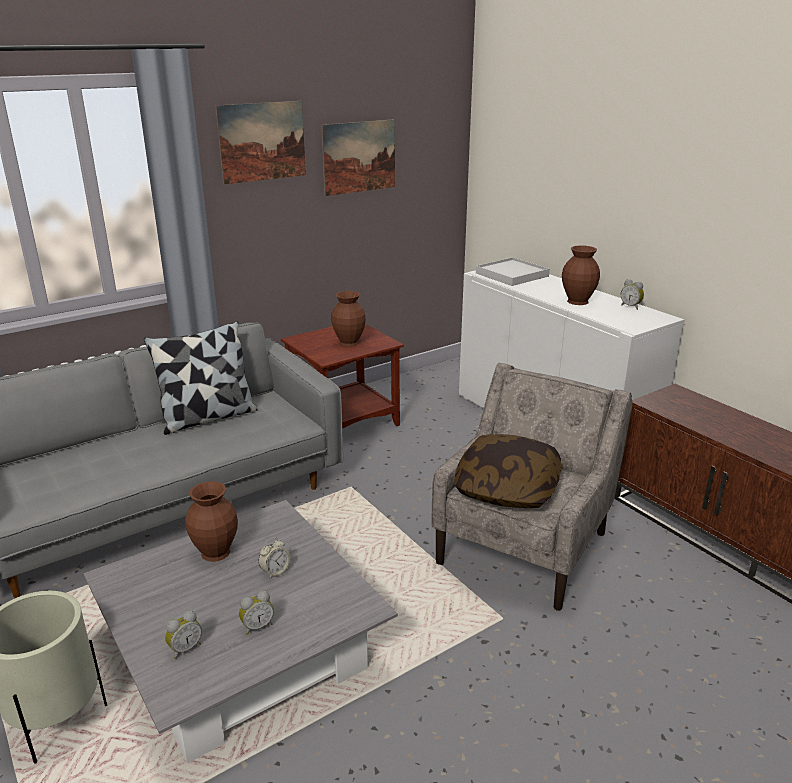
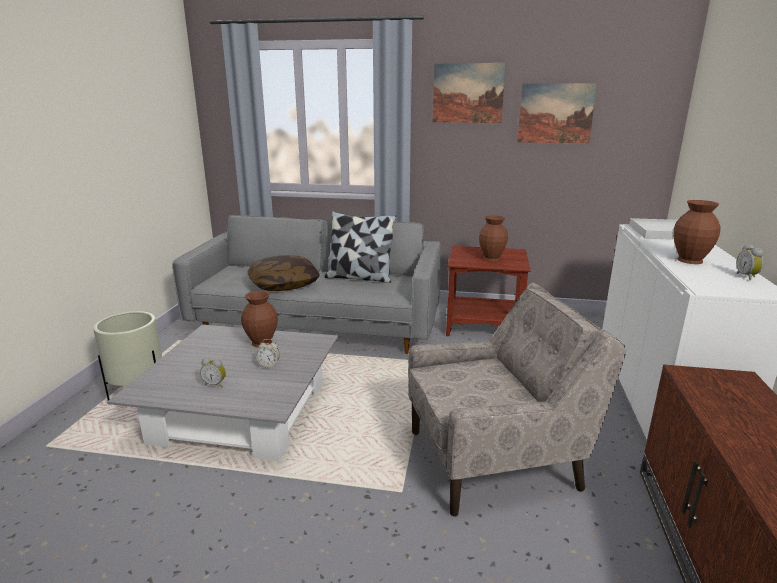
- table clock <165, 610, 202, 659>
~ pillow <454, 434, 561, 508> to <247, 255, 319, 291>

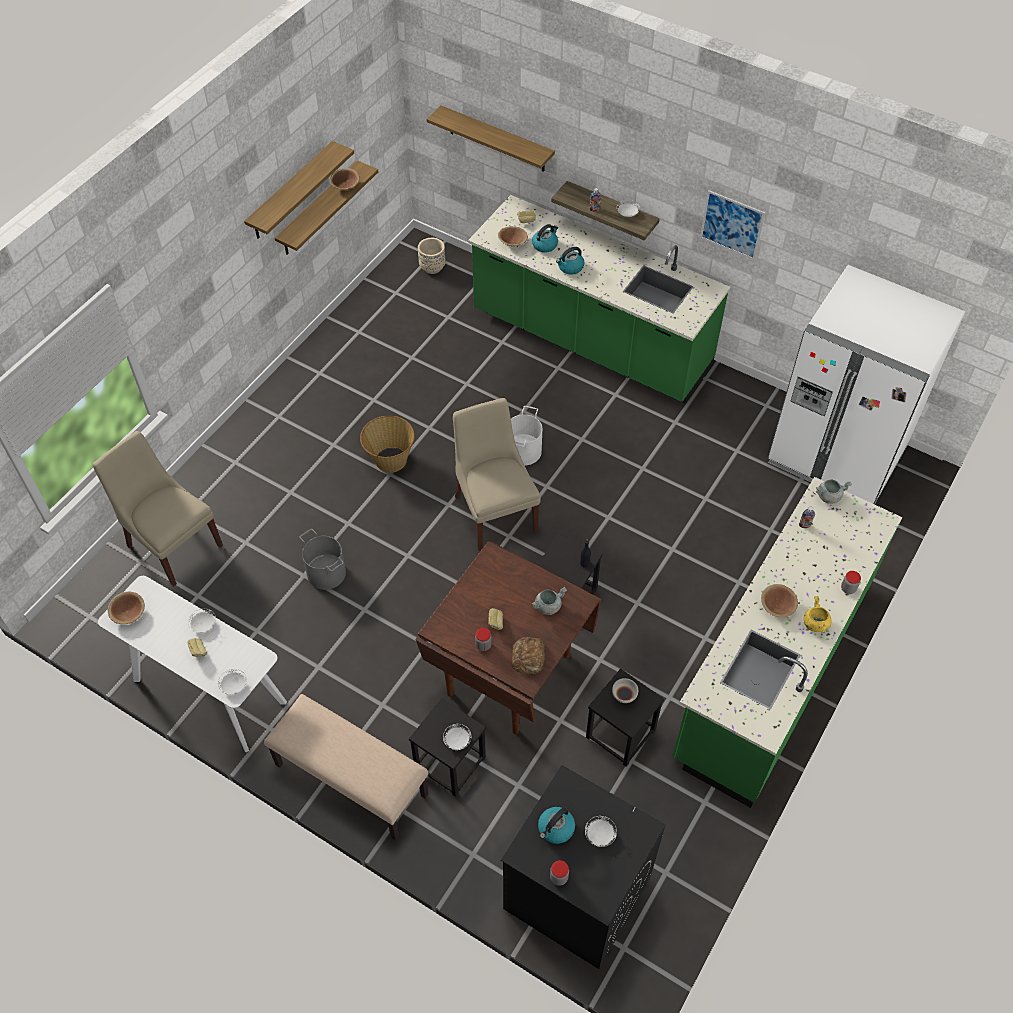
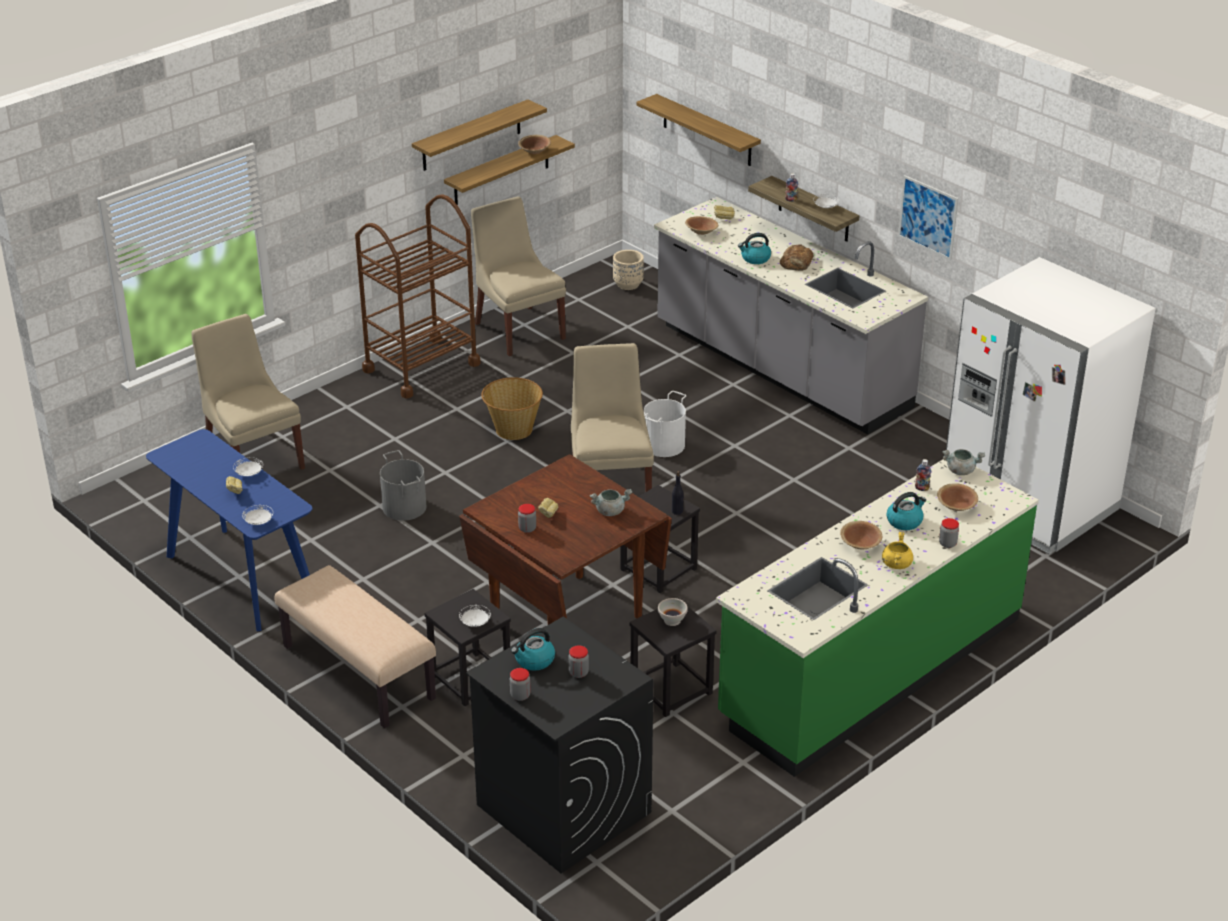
~ whitish console table <98, 576, 287, 752> to blue-coloured console table <146, 429, 312, 631>
~ brown serving bowl <108, 592, 145, 624> to <937, 483, 978, 511>
~ greenish kitchen counter <468, 195, 730, 403> to gray kitchen counter <654, 197, 928, 434>
~ baked bread <511, 637, 545, 674> to <780, 244, 813, 271>
~ water kettle <532, 224, 558, 253> to <887, 492, 926, 530>
~ whitish dinner plate <585, 816, 617, 847> to preserve jar <569, 645, 589, 678>
+ brown cart <355, 194, 481, 399>
+ beige-coloured chair <471, 196, 566, 356>

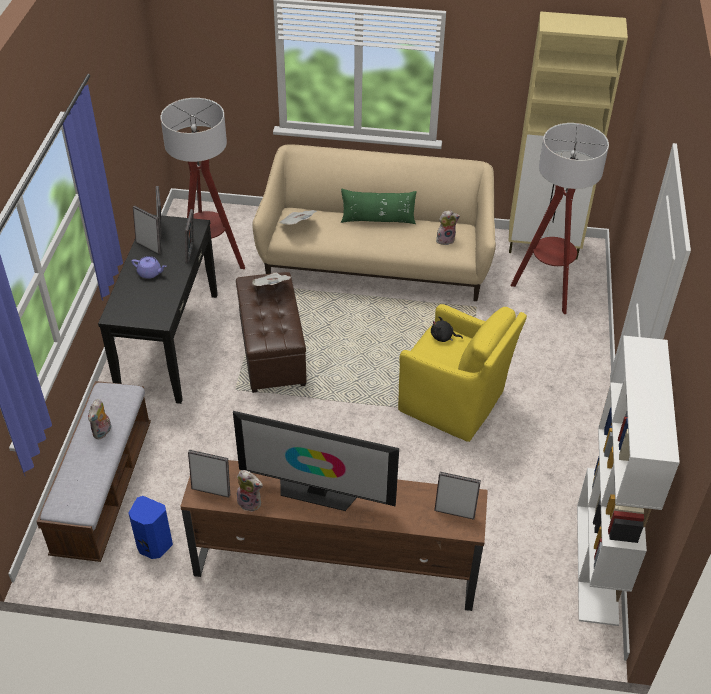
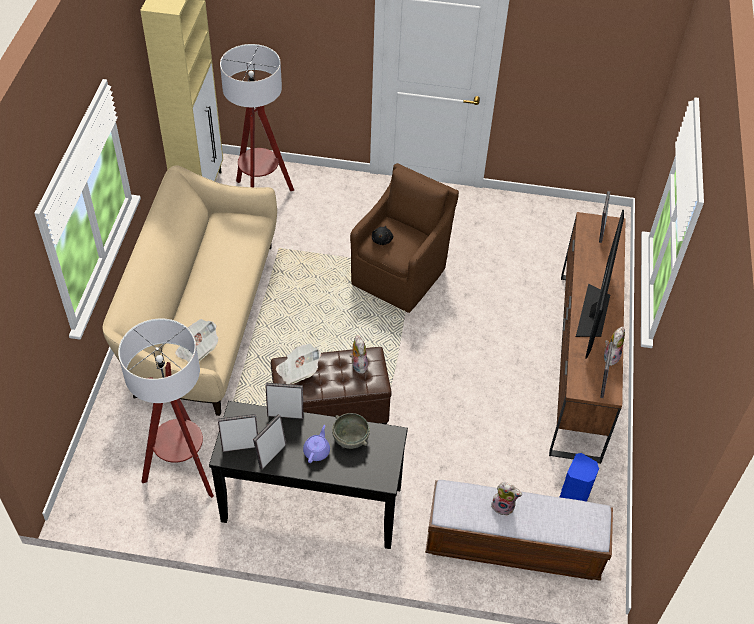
- greenish pillow <341, 188, 417, 224>
~ yellow lounge chair <398, 304, 527, 442> to brown lounge chair <350, 163, 459, 313>
~ cuddly toy <436, 210, 460, 245> to <350, 335, 368, 374>
- whitish shelving unit <577, 336, 680, 626>
+ gray serving bowl <332, 413, 370, 449>

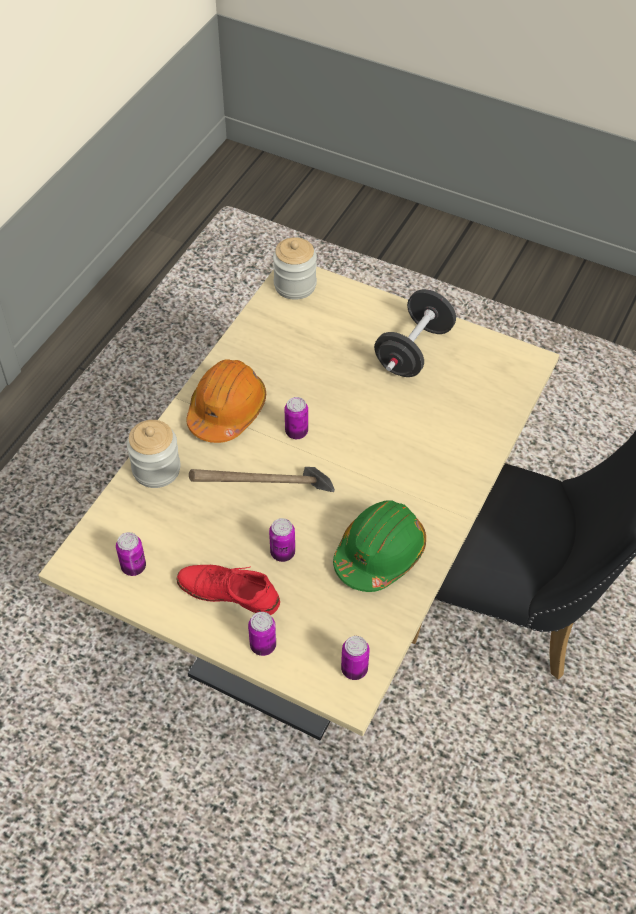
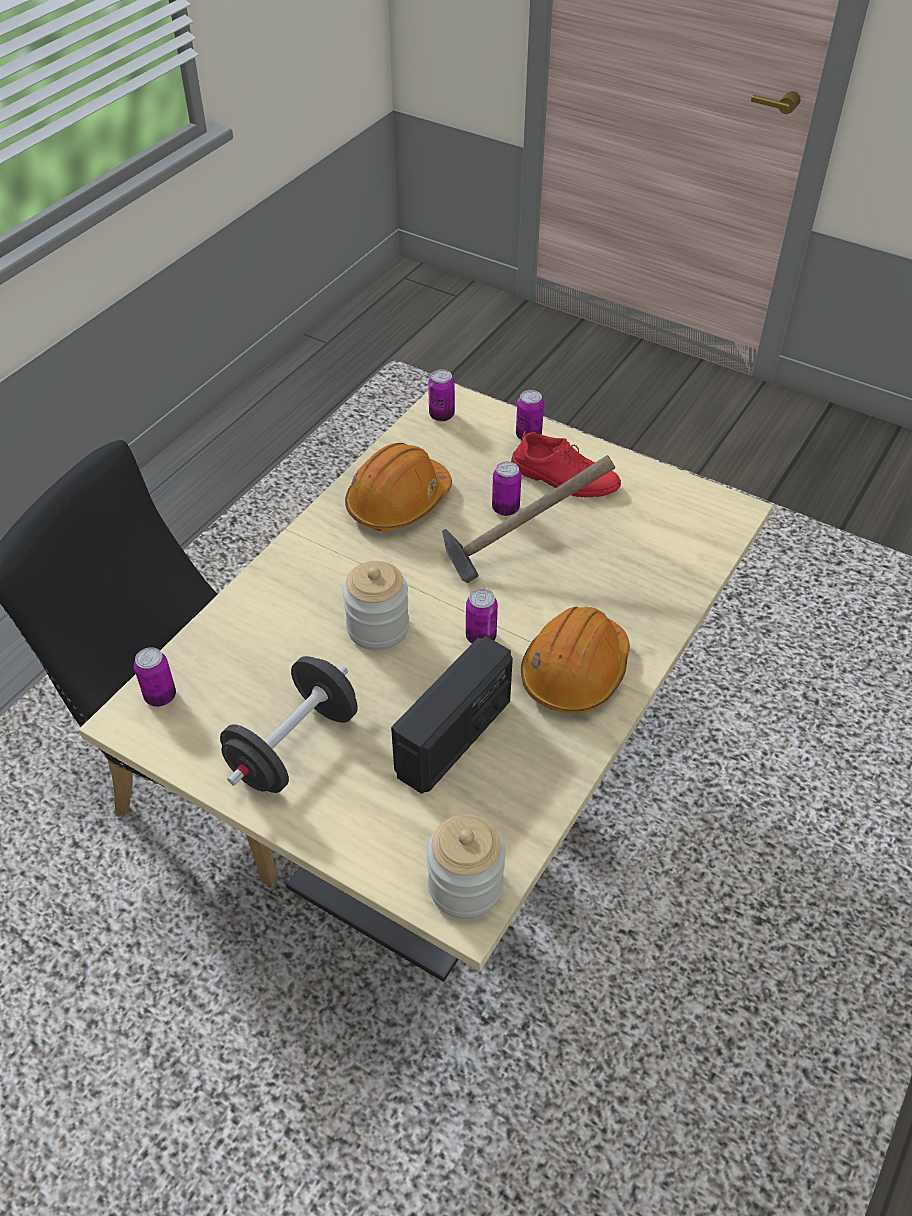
~ metal can <116, 532, 146, 576> to <134, 647, 176, 707>
~ preserve jar <126, 420, 181, 488> to <343, 561, 409, 651>
~ greenish work helmet <333, 500, 426, 592> to orange work helmet <345, 443, 452, 531>
+ radio set <391, 636, 513, 794>

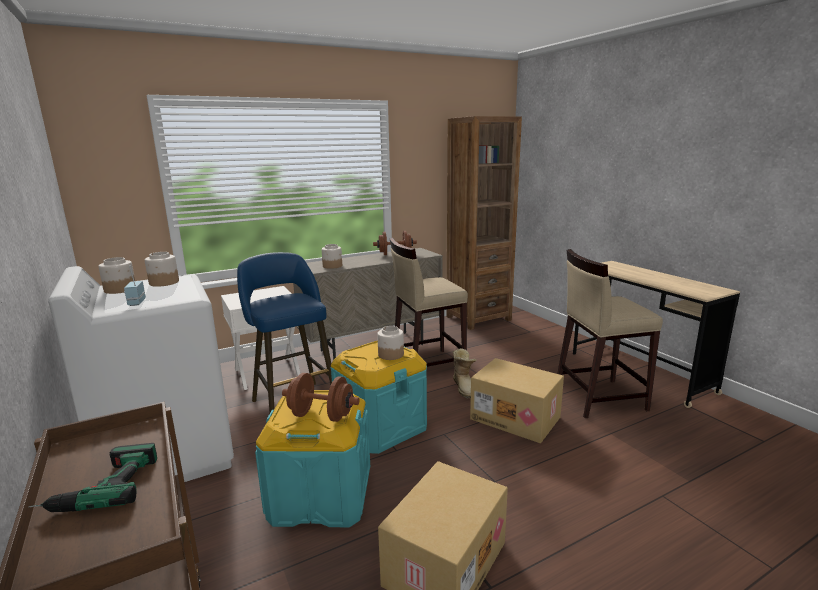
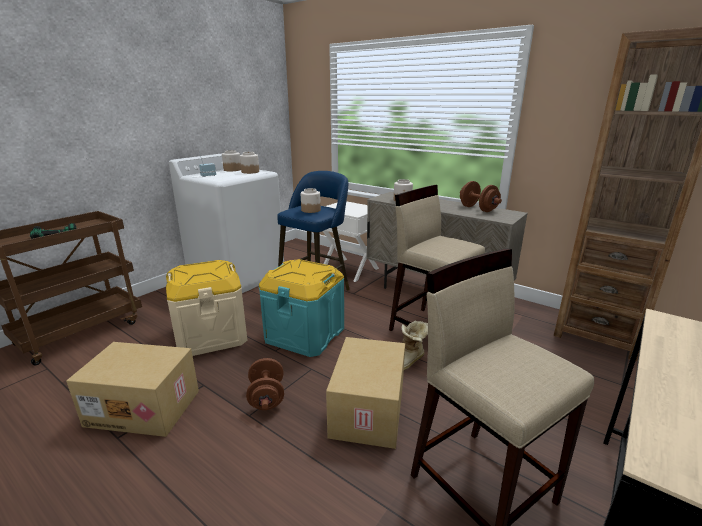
~ blue-green storage box <255, 390, 370, 527> to beige-coloured storage box <166, 260, 247, 356>
~ brown free weight <282, 373, 360, 422> to <246, 358, 284, 410>
~ preserve jar <377, 326, 404, 360> to <301, 188, 321, 213>

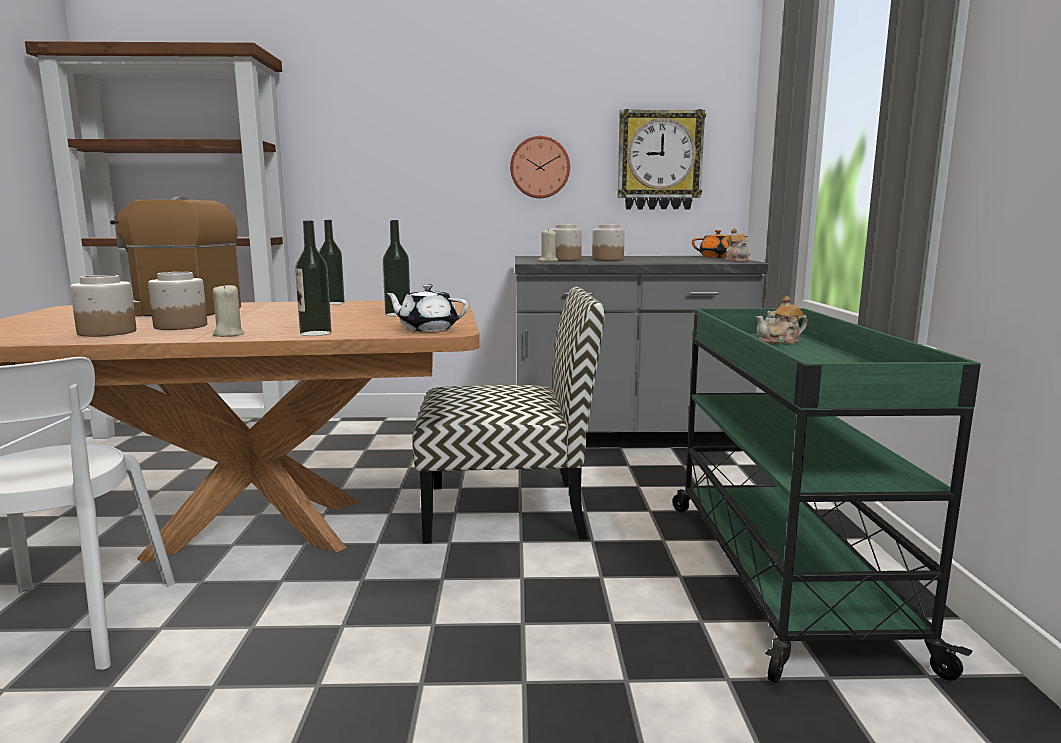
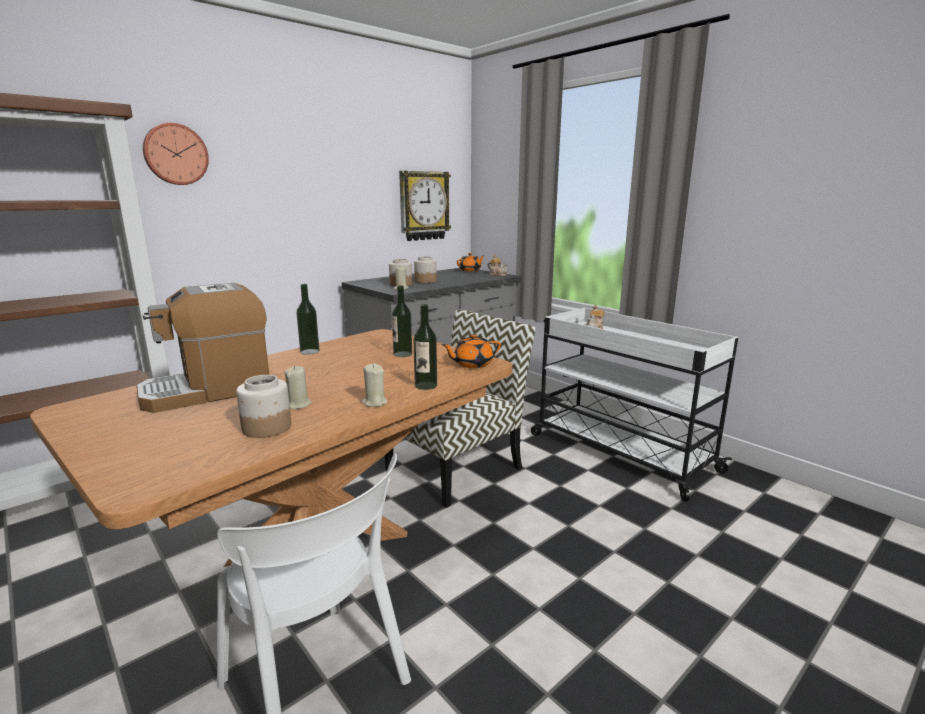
~ preserve jar <148, 272, 207, 330> to beige-coloured wax light <285, 366, 312, 409>
~ whitish pot for tea <384, 284, 468, 332> to orange pot for tea <441, 334, 501, 368>
~ wall clock <510, 136, 570, 198> to <143, 123, 209, 185>
~ greenish cart <672, 308, 981, 683> to whitish cart <531, 308, 738, 501>

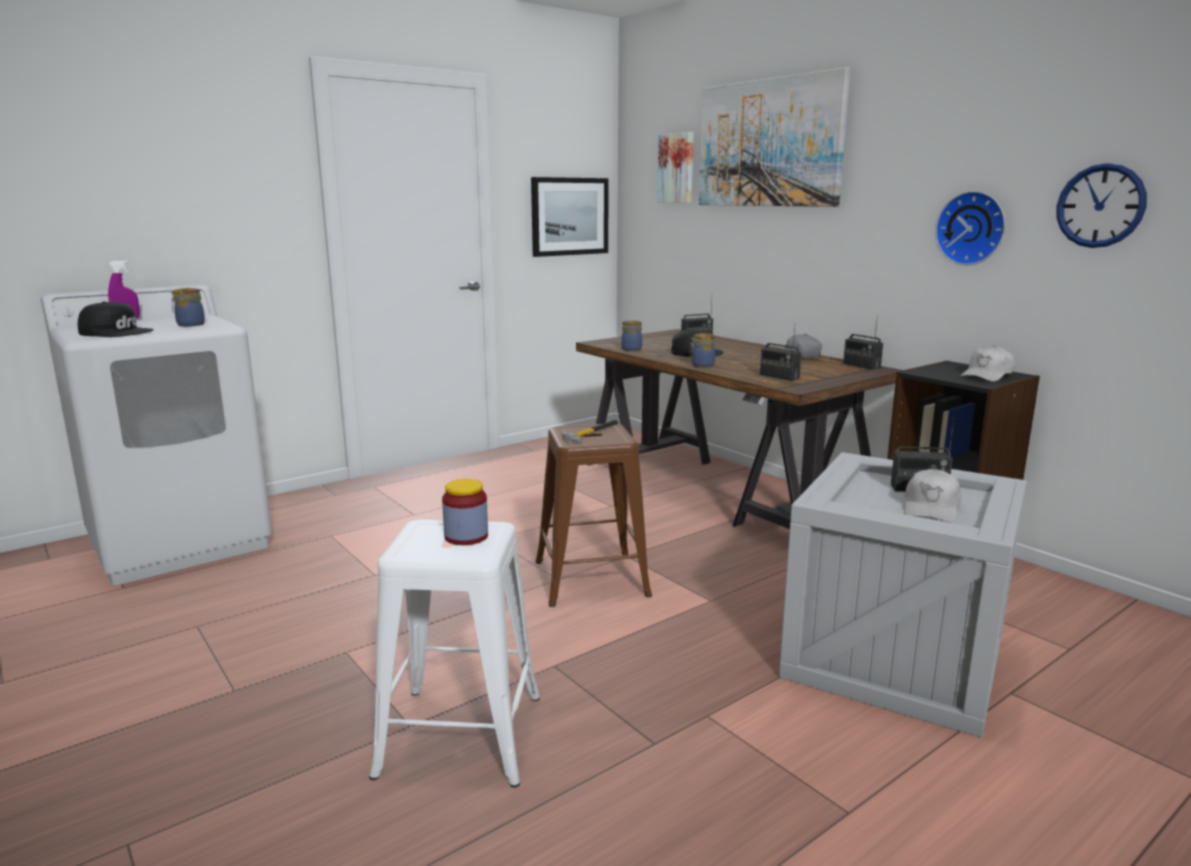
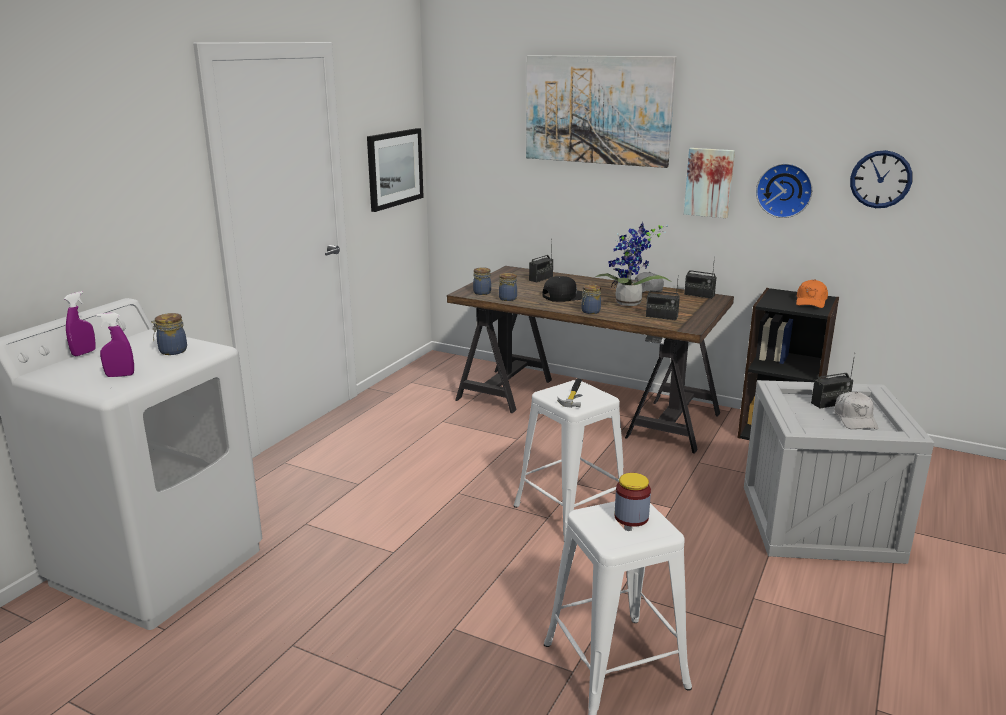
~ black-coloured cap <78, 302, 154, 337> to purplish hand sprayer <97, 313, 134, 377>
~ brown stool seat <535, 424, 652, 607> to whitish stool seat <514, 380, 624, 541>
~ picture <657, 132, 694, 203> to <684, 148, 735, 218>
~ whitish cap <960, 345, 1014, 382> to orange cap <796, 279, 828, 308>
+ preserve jar <473, 267, 491, 295>
+ potted plant <595, 224, 673, 306>

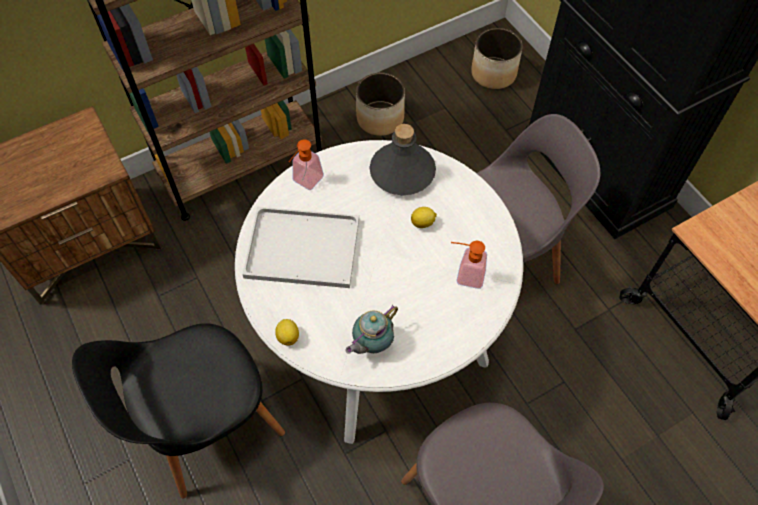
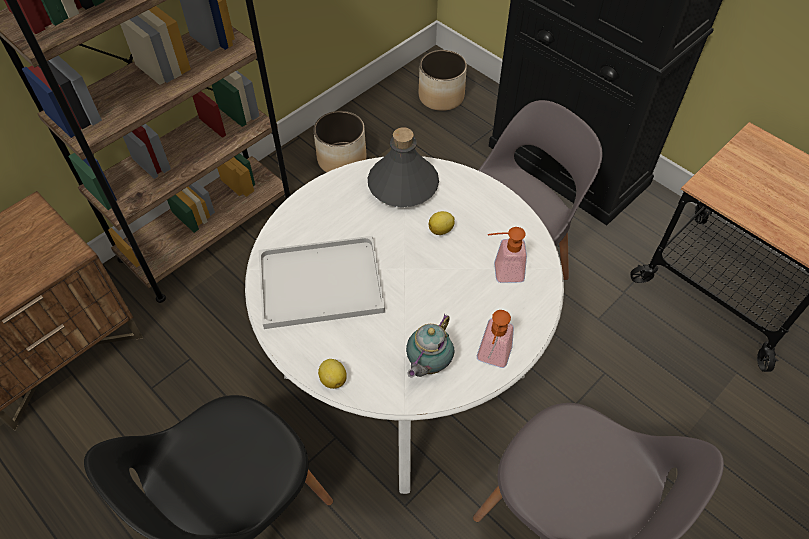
~ liquid soap bottle <289, 140, 324, 190> to <477, 310, 514, 368>

